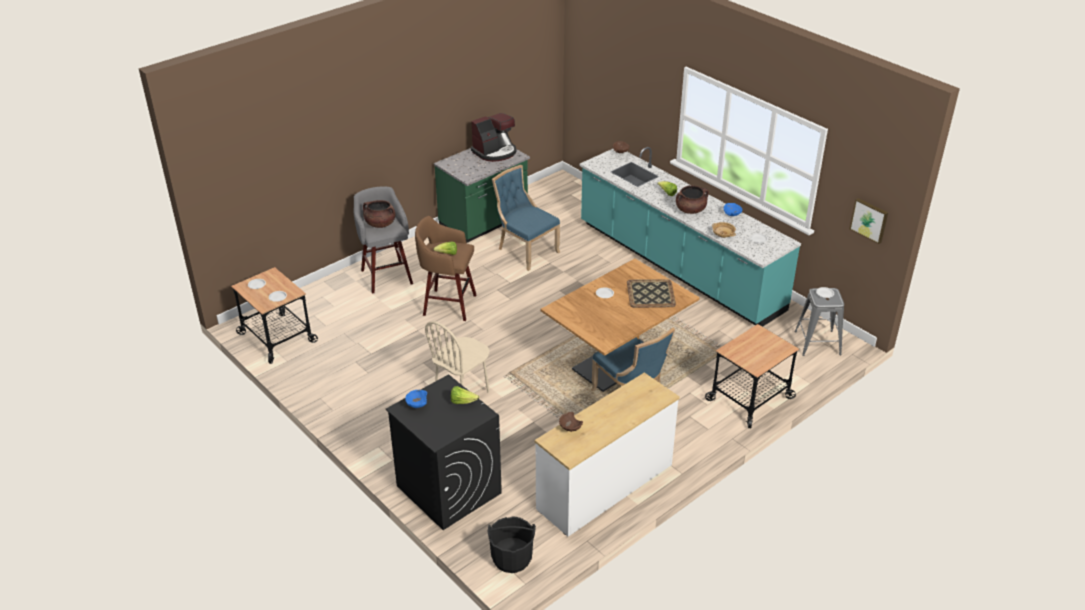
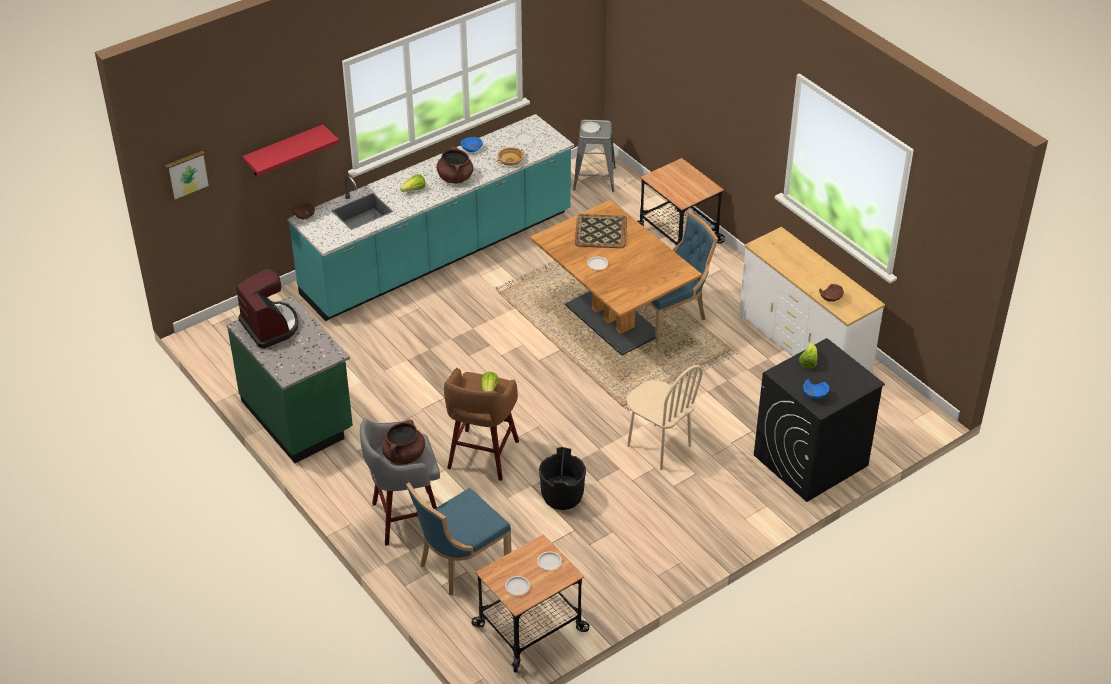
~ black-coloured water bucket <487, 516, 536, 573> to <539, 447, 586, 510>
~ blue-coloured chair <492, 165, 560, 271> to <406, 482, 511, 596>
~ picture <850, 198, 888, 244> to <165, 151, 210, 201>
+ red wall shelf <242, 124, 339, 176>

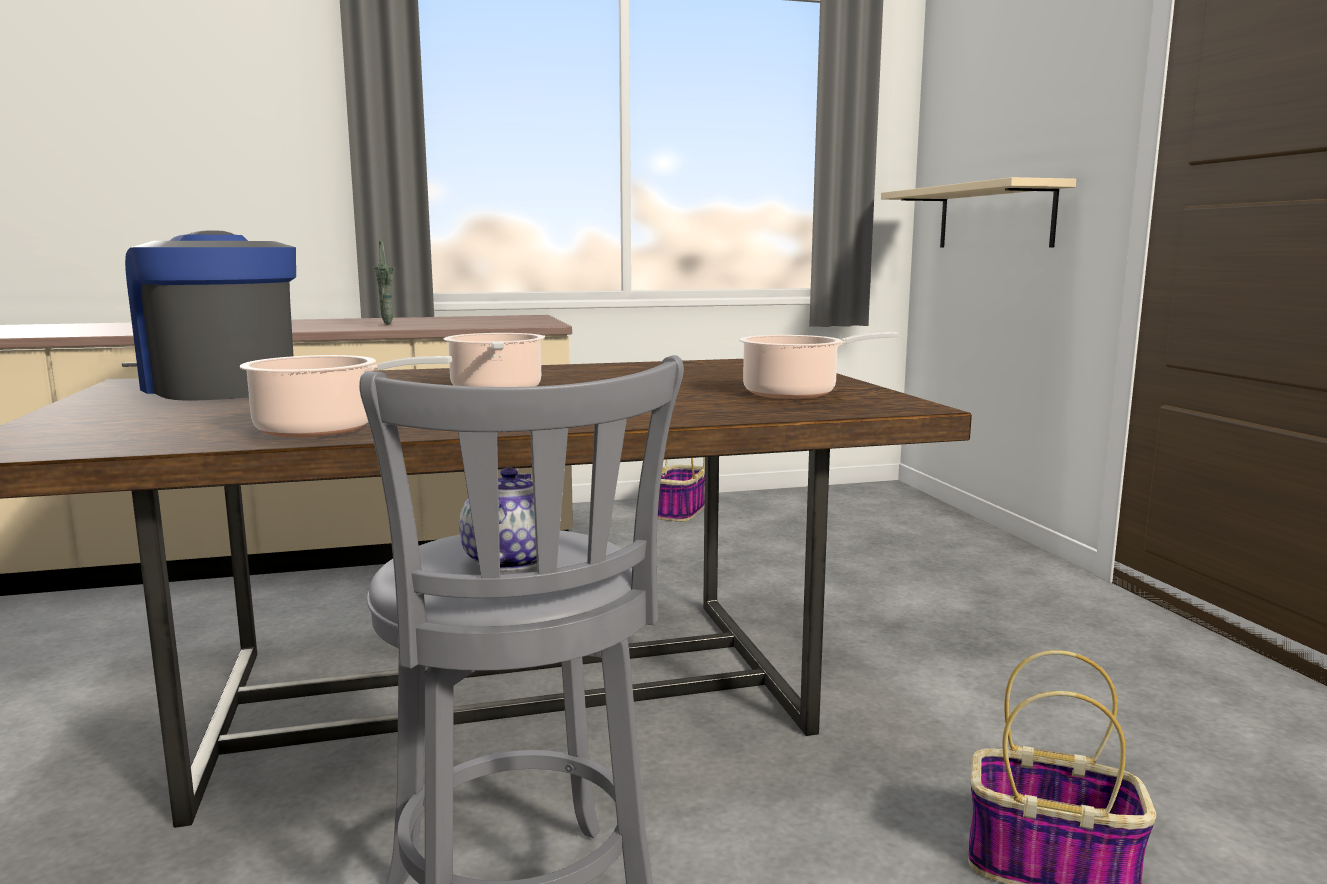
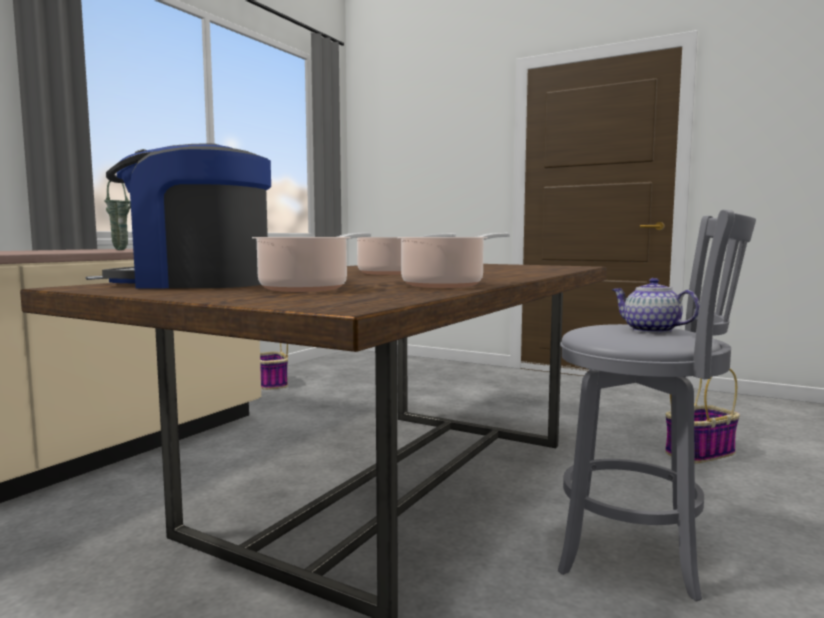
~ saucepot <739, 332, 899, 399> to <252, 233, 371, 292>
- beige-coloured wall shelf <881, 177, 1076, 247>

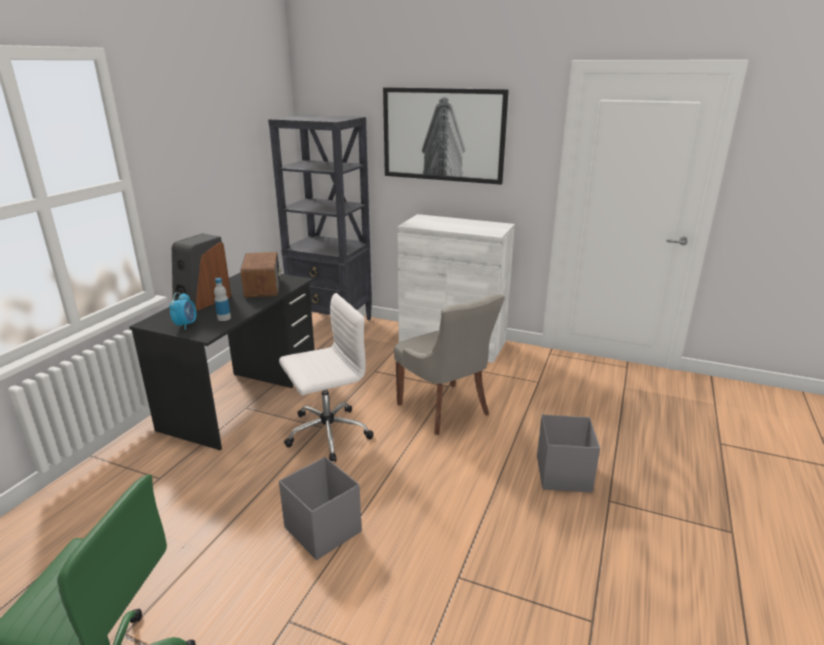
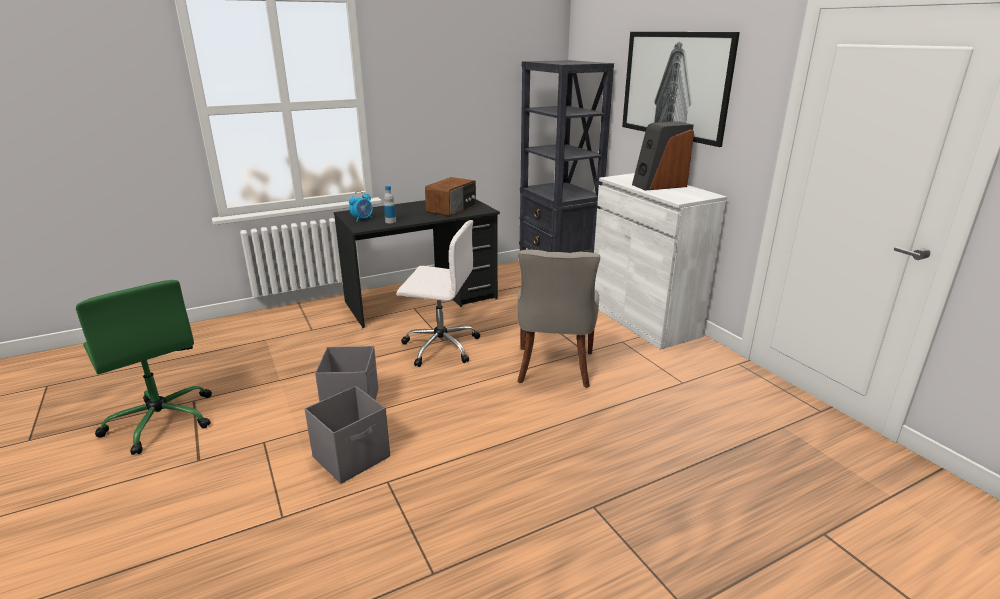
~ loudspeaker <172, 233, 232, 312> to <632, 121, 694, 191>
~ gray storage box <537, 415, 600, 493> to <305, 386, 390, 484>

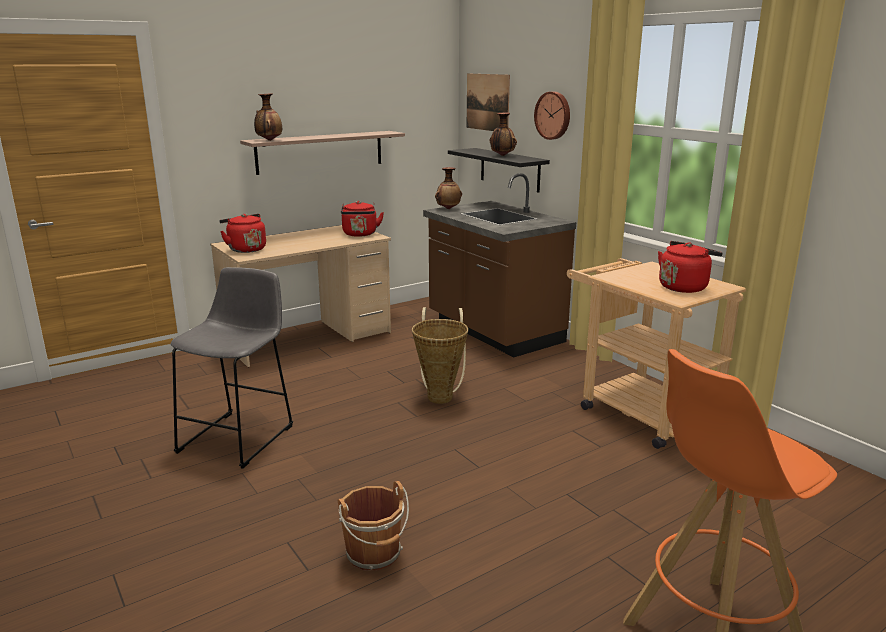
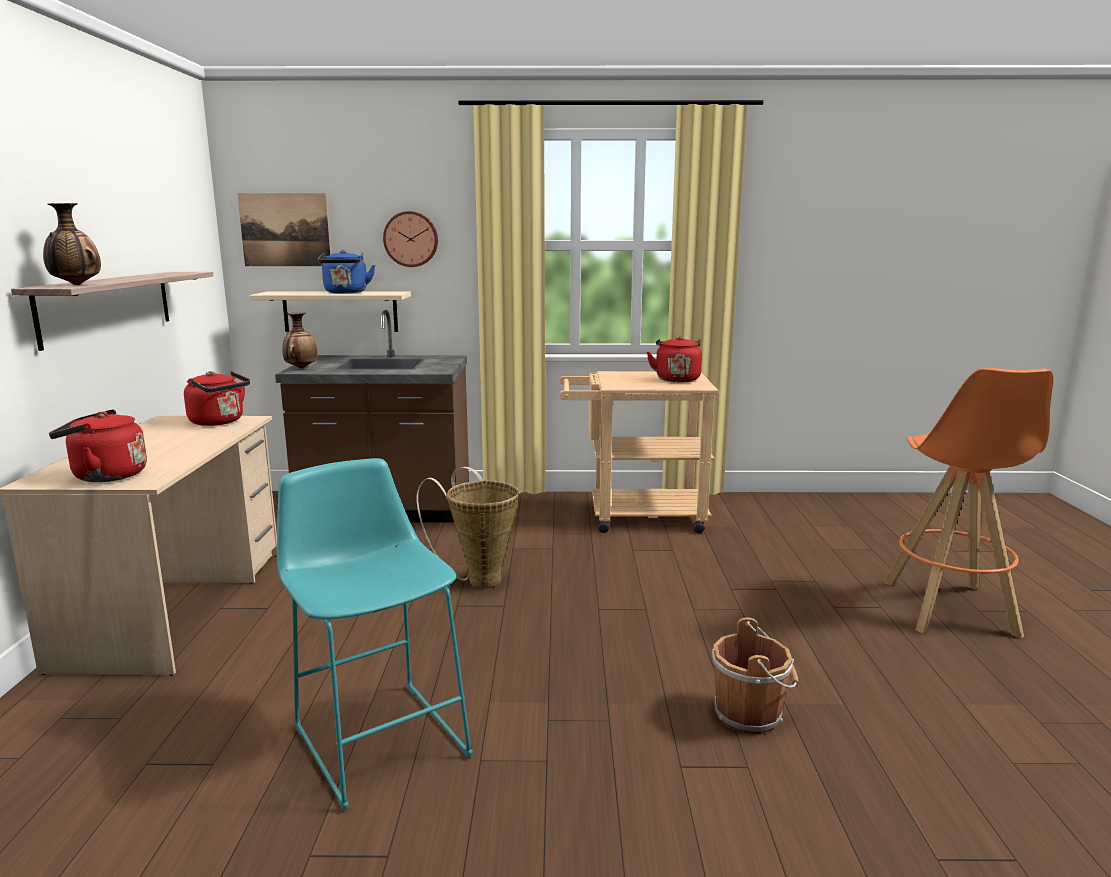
~ gray stool seat <170, 267, 293, 469> to blue-green stool seat <277, 458, 473, 811>
~ black-coloured wall shelf <448, 148, 550, 193> to beige-coloured wall shelf <249, 291, 411, 332>
~ decorative vase <490, 113, 517, 156> to blue-coloured water kettle <318, 250, 375, 293>

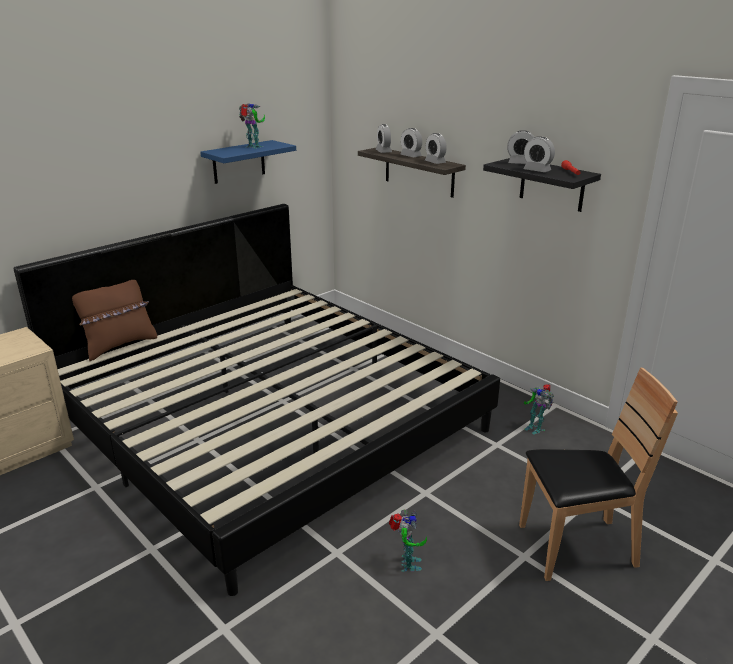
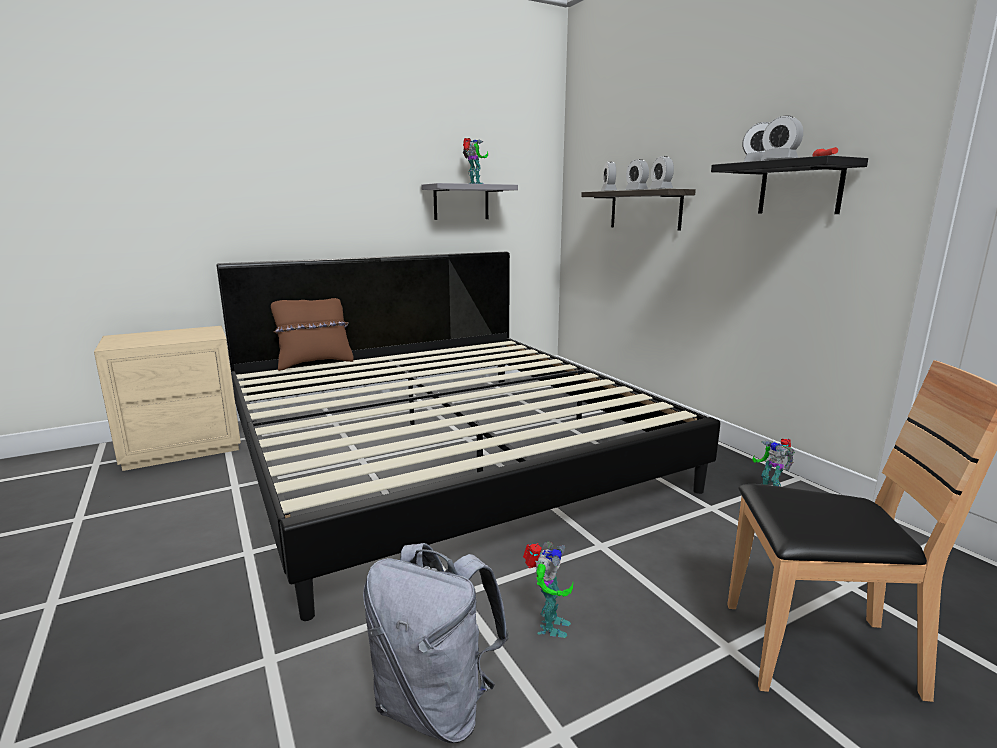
~ blue-coloured wall shelf <200, 140, 296, 184> to gray wall shelf <421, 183, 518, 220>
+ gray knapsack <363, 543, 509, 743>

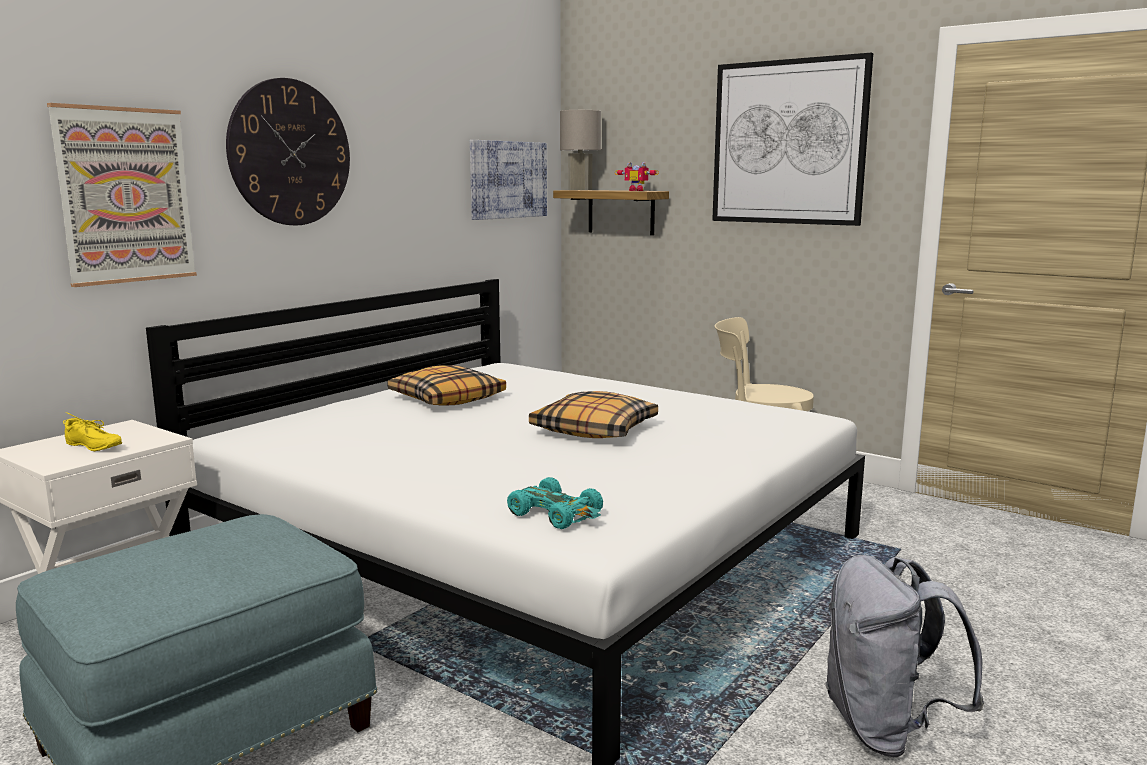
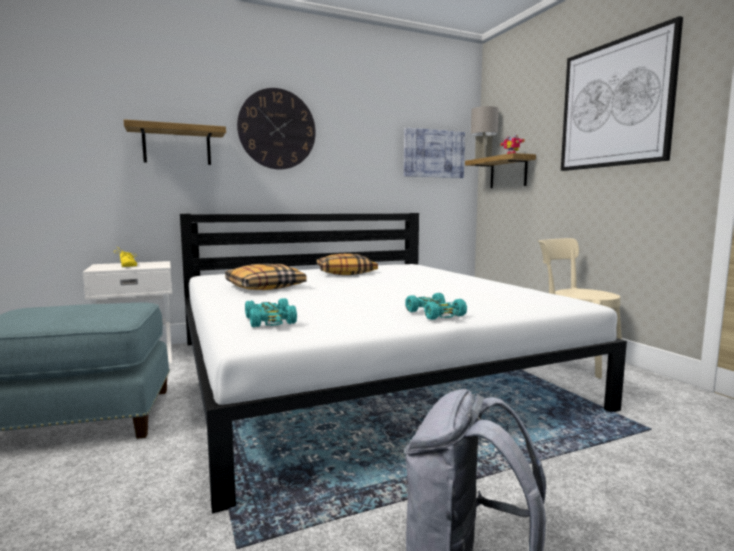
~ picture <47, 103, 197, 287> to wall shelf <124, 119, 226, 165>
~ pillow <529, 391, 658, 438> to <225, 263, 307, 290>
+ blue-green toy car <405, 293, 467, 320>

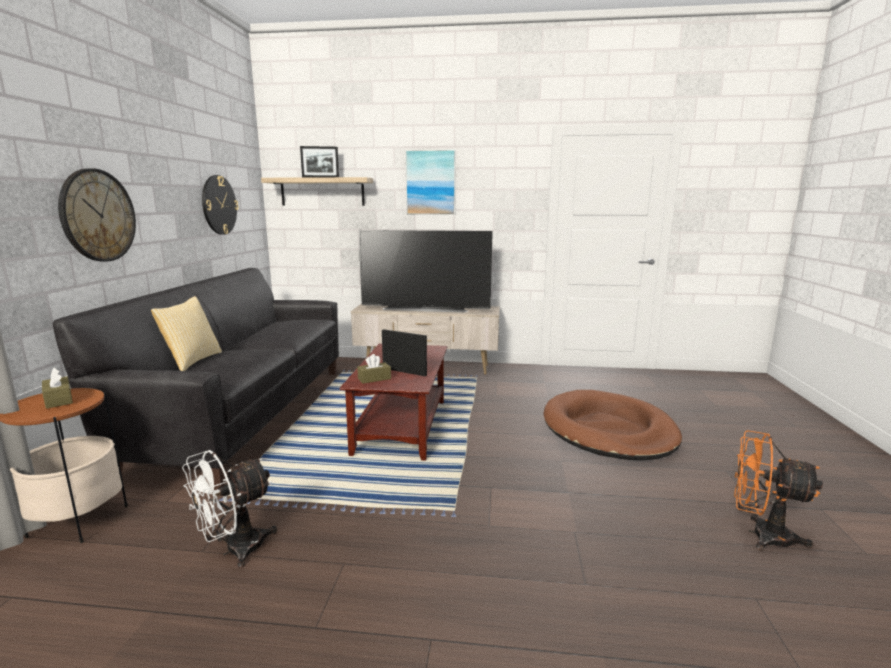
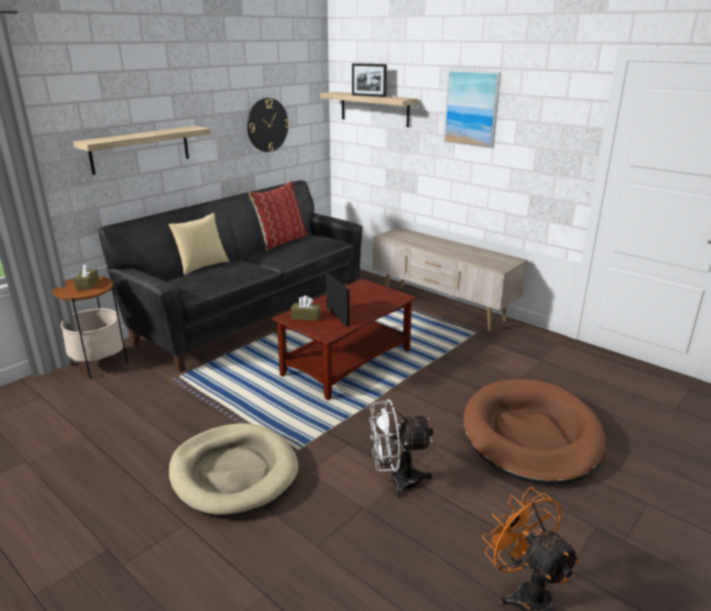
~ wall clock <58, 168, 136, 262> to wall shelf <73, 126, 211, 175>
~ whitish electric fan <182, 450, 277, 568> to <369, 399, 433, 498>
- TV set <359, 230, 493, 313>
+ beige-coloured dog bed <169, 423, 298, 516>
+ pillow <248, 181, 308, 251>

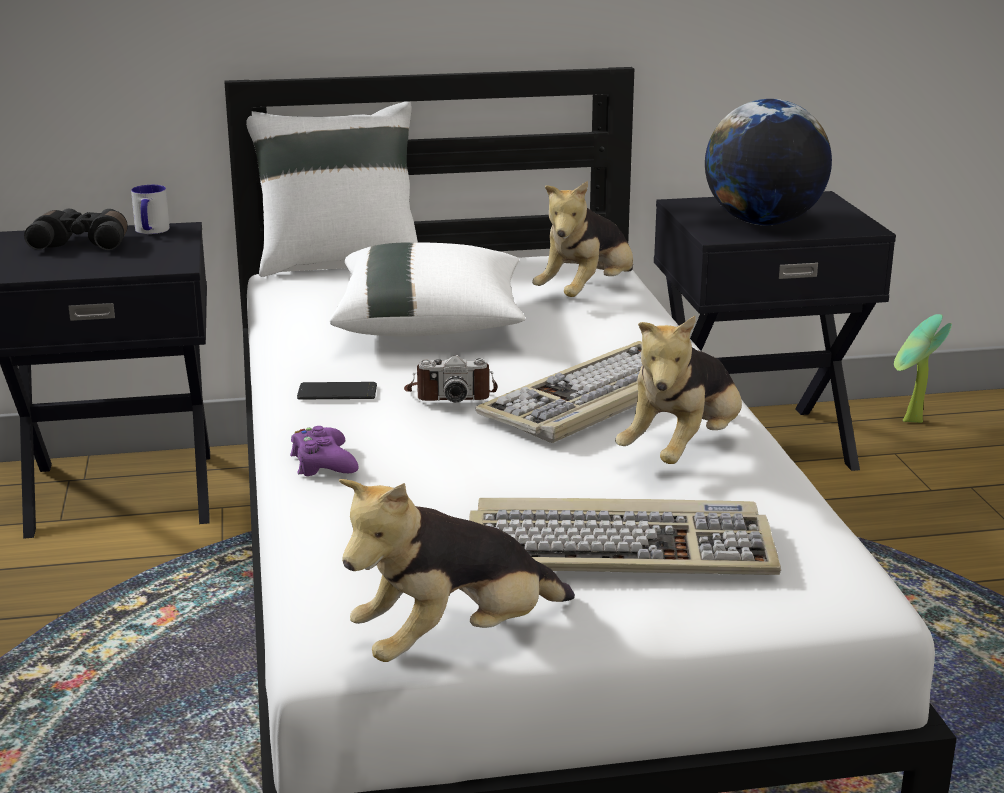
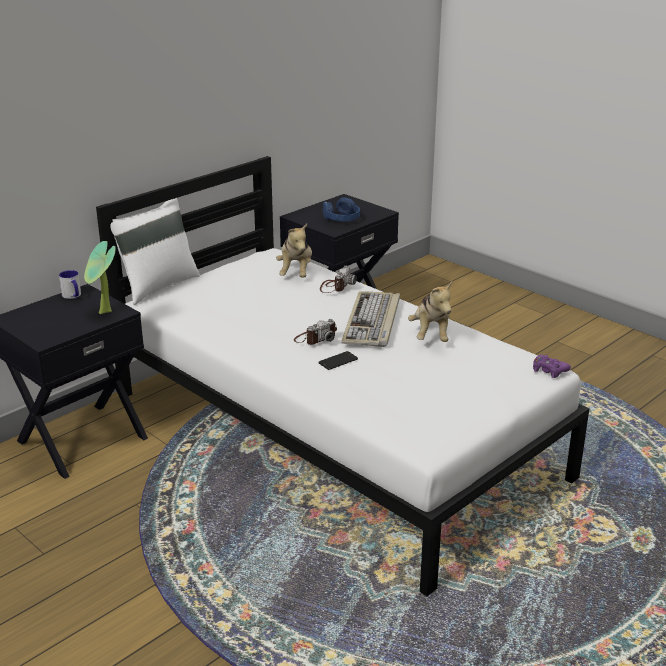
- black-coloured pair of binoculars <24, 209, 128, 250>
~ purplish game controller <290, 426, 359, 476> to <533, 355, 571, 378>
~ phone <297, 382, 377, 400> to <319, 351, 358, 370>
- whitish pillow <330, 242, 525, 337>
- cuddly toy <339, 479, 575, 662>
- PC keyboard <469, 498, 781, 575>
~ world globe <705, 99, 832, 225> to blue-coloured pair of headphones <323, 198, 360, 221>
~ potted plant <894, 314, 952, 423> to <84, 241, 115, 314>
+ still camera <320, 266, 357, 293>

